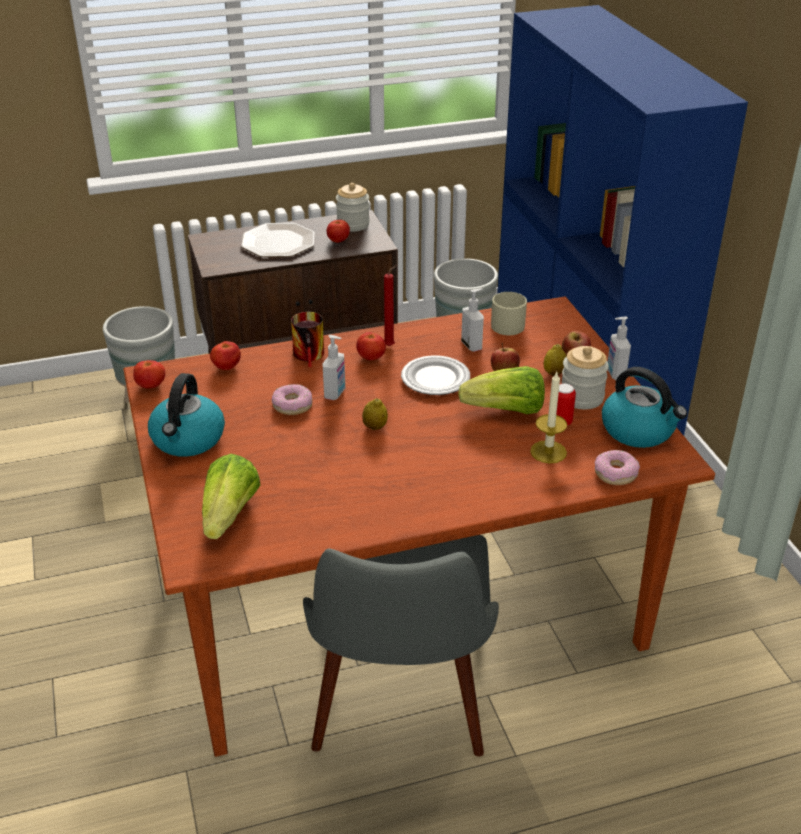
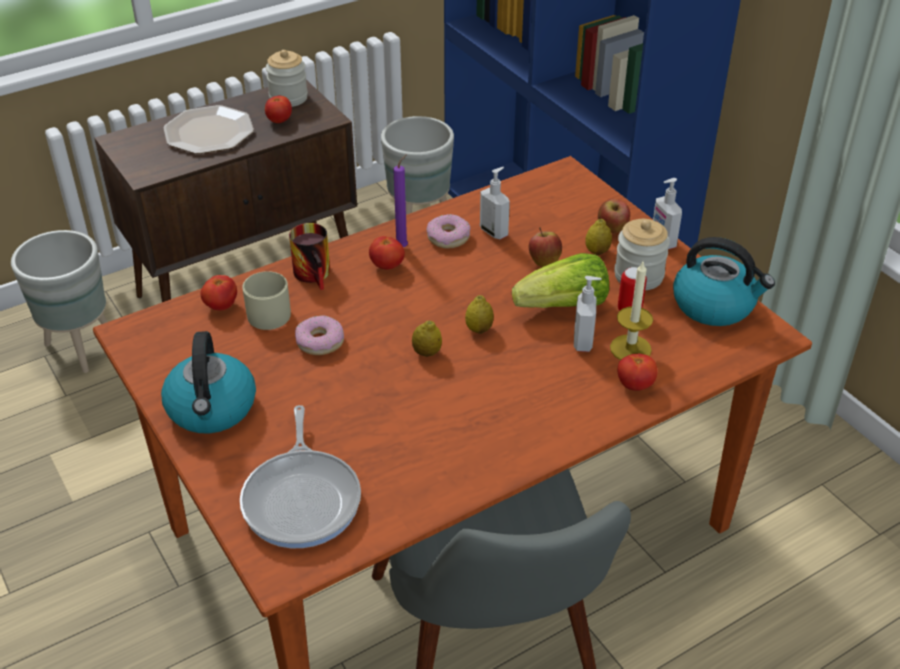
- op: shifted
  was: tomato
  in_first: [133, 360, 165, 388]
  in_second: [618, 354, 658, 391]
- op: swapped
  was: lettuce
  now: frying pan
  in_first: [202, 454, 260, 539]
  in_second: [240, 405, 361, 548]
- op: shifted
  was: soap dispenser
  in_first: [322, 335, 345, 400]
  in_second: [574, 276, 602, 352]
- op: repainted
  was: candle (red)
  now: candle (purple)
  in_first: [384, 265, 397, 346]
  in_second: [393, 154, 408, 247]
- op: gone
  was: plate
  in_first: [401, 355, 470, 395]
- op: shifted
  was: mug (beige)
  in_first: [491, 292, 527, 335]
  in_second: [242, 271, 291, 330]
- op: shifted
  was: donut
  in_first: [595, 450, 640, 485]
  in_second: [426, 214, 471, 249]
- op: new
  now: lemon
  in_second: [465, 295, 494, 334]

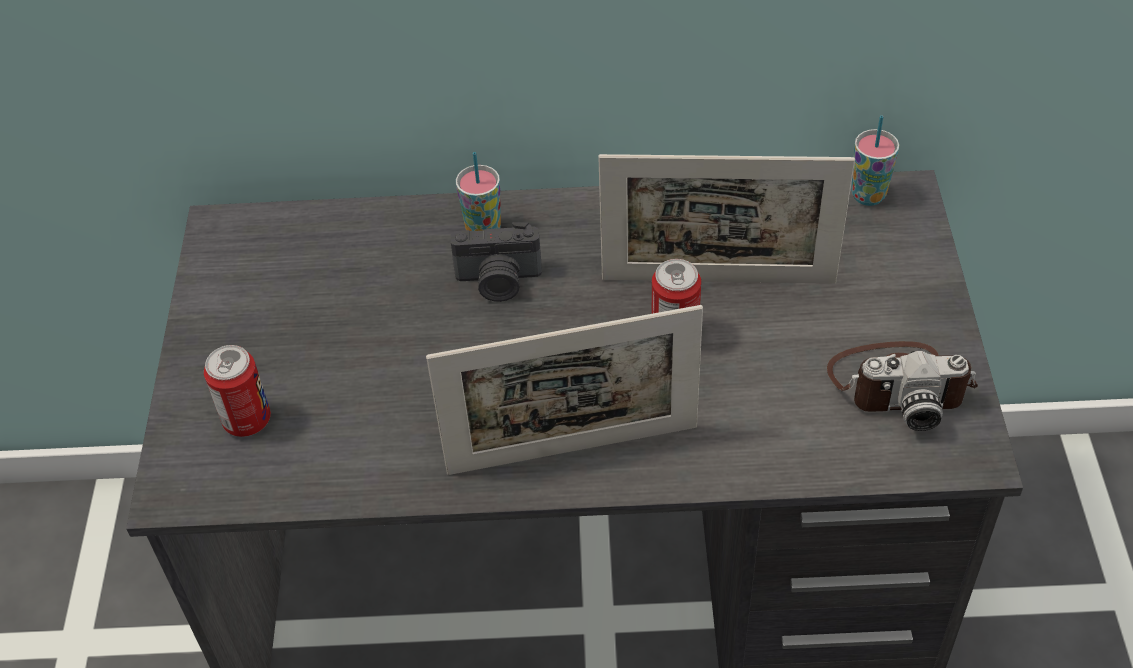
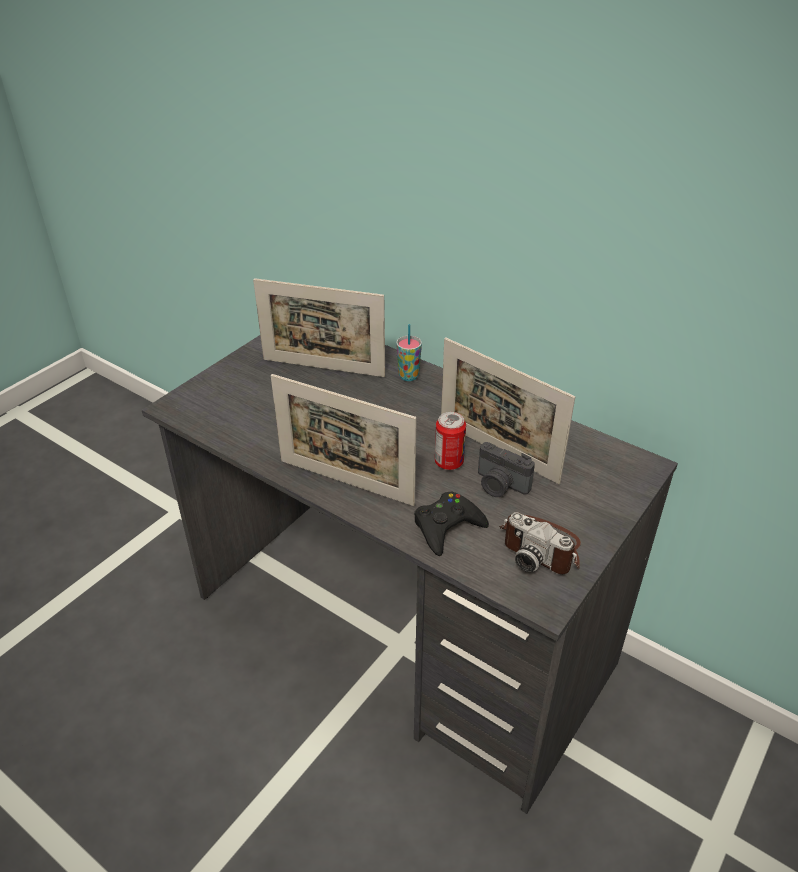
- op: gone
  was: can
  in_first: [204, 345, 271, 437]
- op: shifted
  was: photo camera
  in_first: [451, 222, 542, 302]
  in_second: [478, 442, 535, 497]
- op: gone
  was: cup
  in_first: [851, 116, 899, 206]
- op: new
  now: picture frame
  in_second: [253, 278, 385, 377]
- op: new
  now: game controller (black)
  in_second: [414, 492, 489, 556]

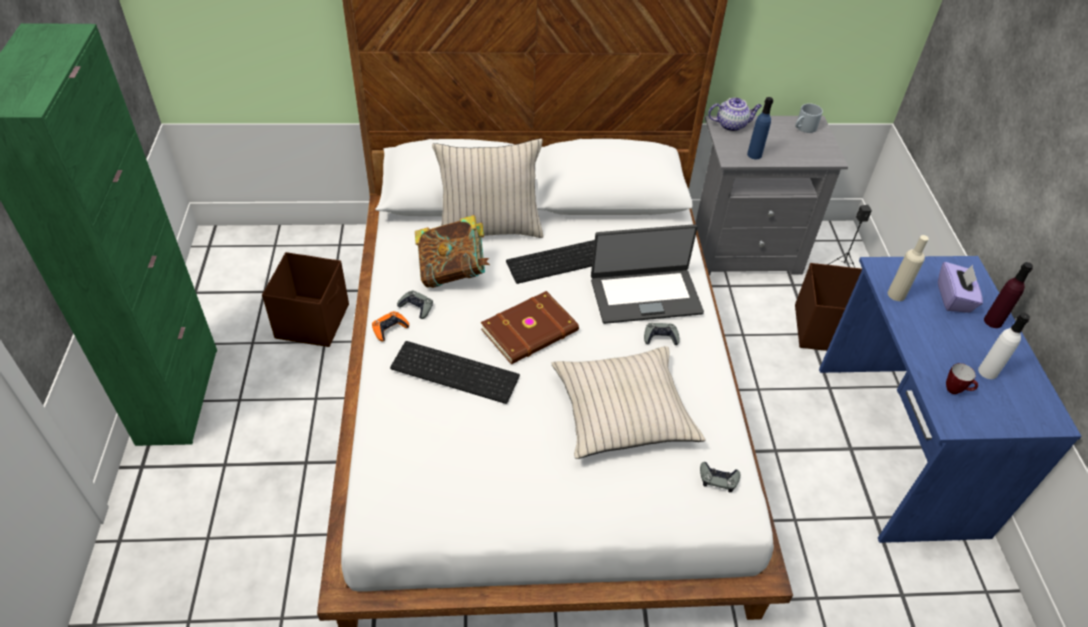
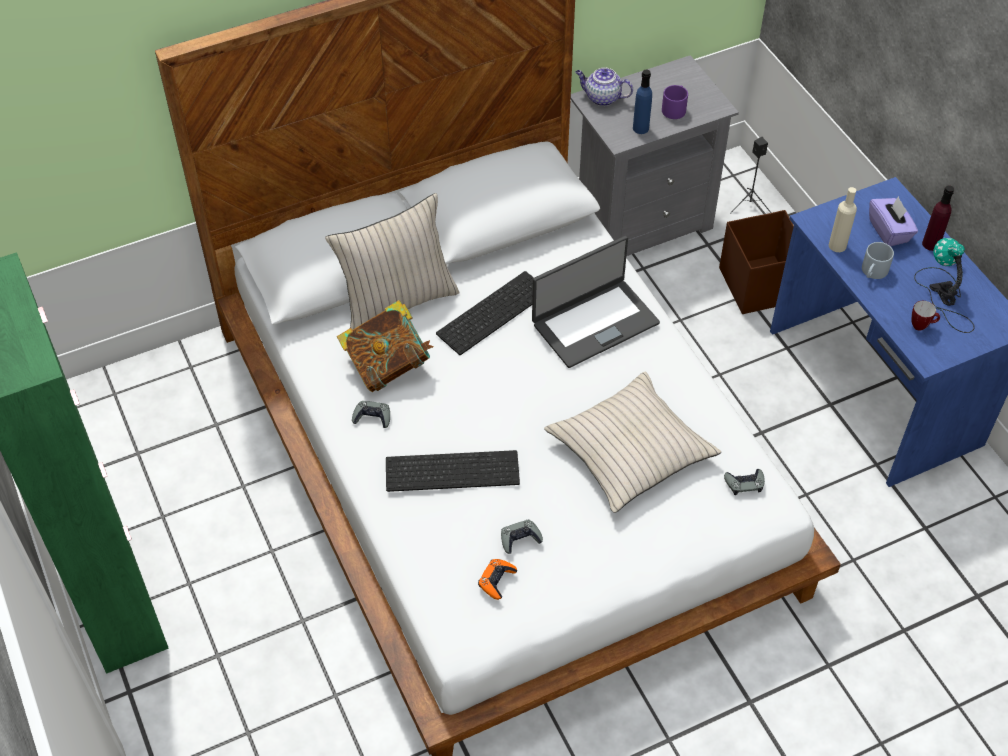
- op: gone
  was: storage box (brown)
  in_first: [262, 252, 349, 347]
- op: shifted
  was: game controller (orange)
  in_first: [372, 311, 409, 342]
  in_second: [478, 559, 517, 600]
- op: gone
  was: book (brown)
  in_first: [481, 291, 579, 365]
- op: shifted
  was: game controller (grey)
  in_first: [644, 323, 680, 345]
  in_second: [501, 520, 543, 554]
- op: rotated
  was: teapot
  in_first: [708, 98, 762, 131]
  in_second: [576, 67, 633, 106]
  clockwise: -135
- op: shifted
  was: mug (grey)
  in_first: [795, 103, 823, 133]
  in_second: [862, 242, 894, 279]
- op: swapped
  was: bottle (white)
  now: table lamp
  in_first: [978, 313, 1030, 379]
  in_second: [914, 238, 975, 333]
- op: new
  now: mug (purple)
  in_second: [662, 85, 688, 119]

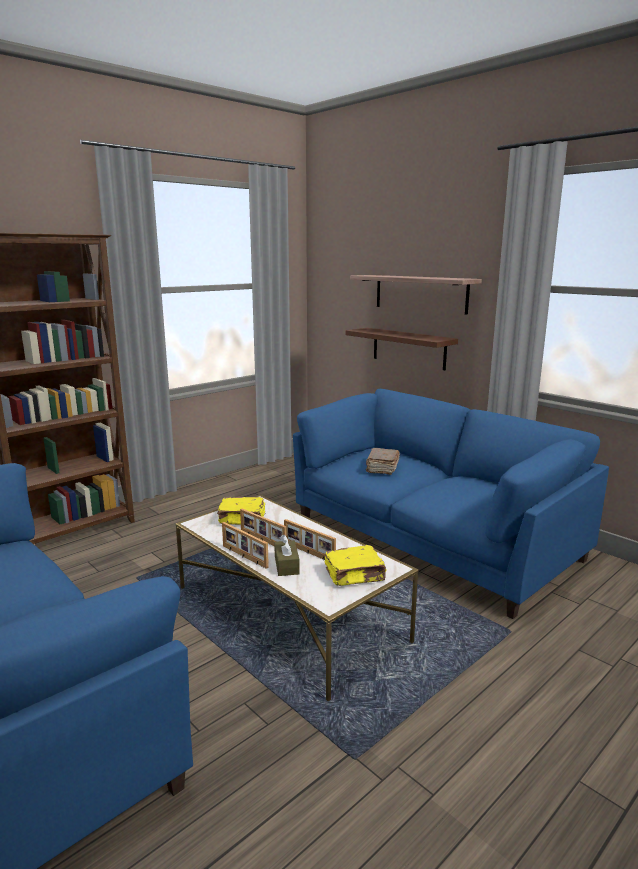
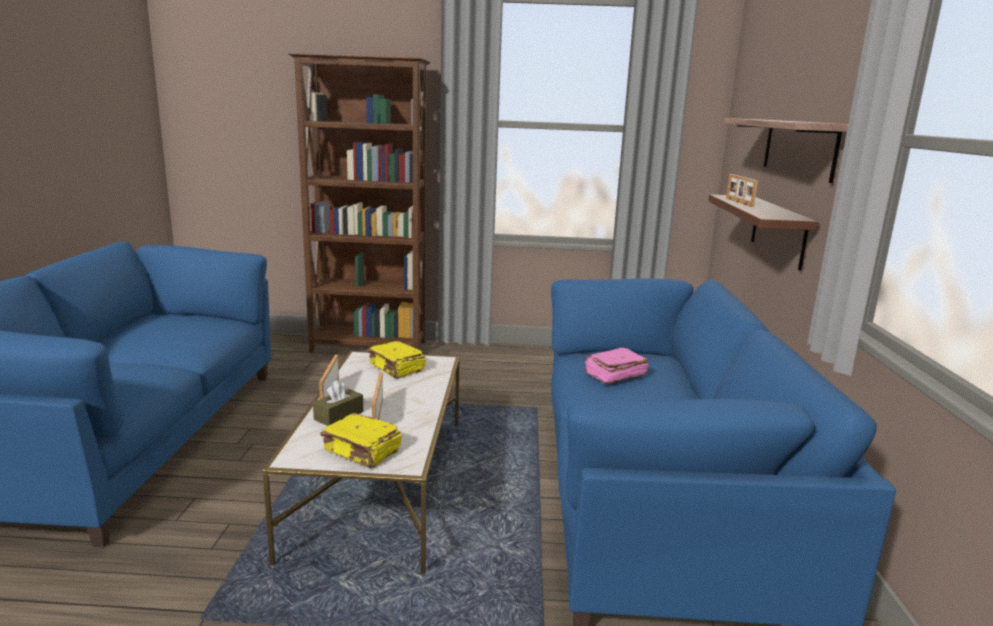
- op: shifted
  was: picture frame
  in_first: [240, 509, 287, 547]
  in_second: [726, 174, 758, 207]
- op: repainted
  was: book (brown)
  now: book (pink)
  in_first: [366, 448, 400, 475]
  in_second: [585, 348, 649, 385]

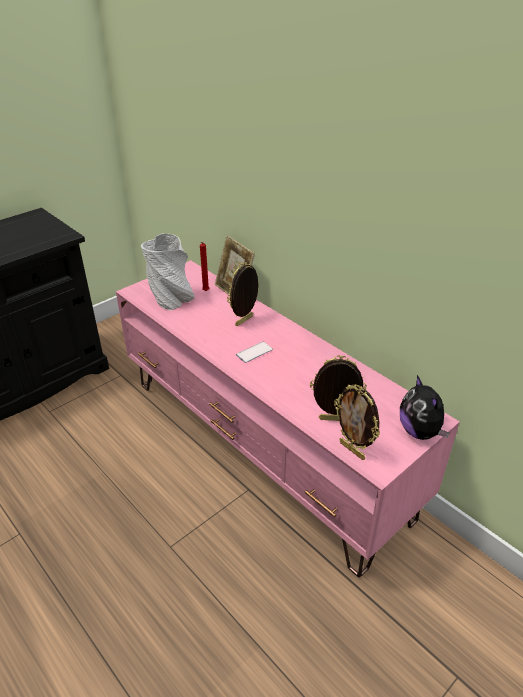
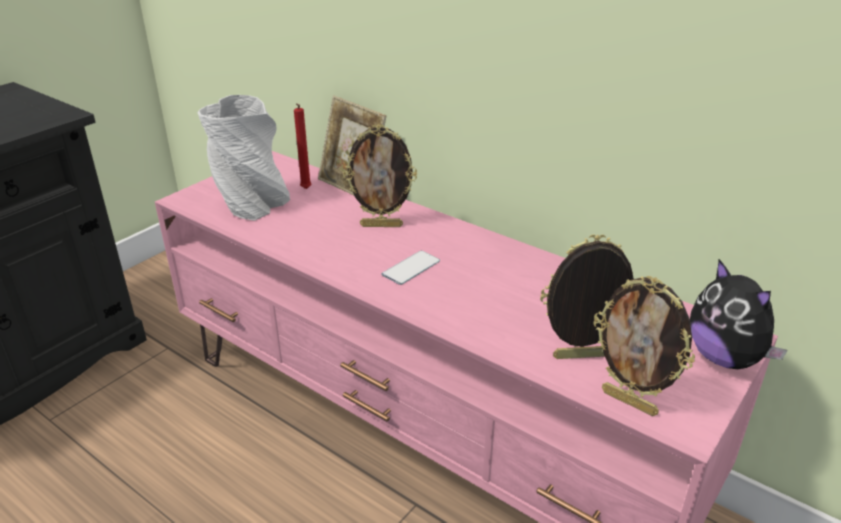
- op: rotated
  was: picture frame
  in_first: [227, 262, 258, 326]
  in_second: [343, 124, 417, 227]
  clockwise: -120

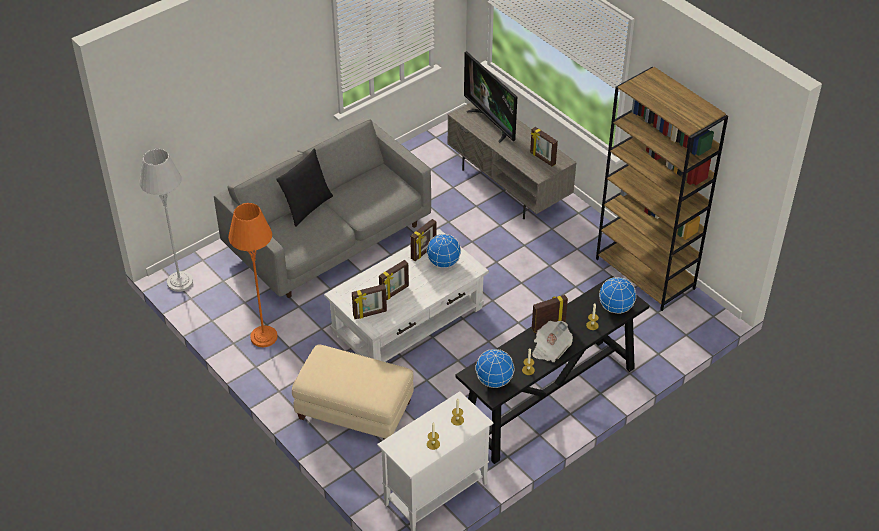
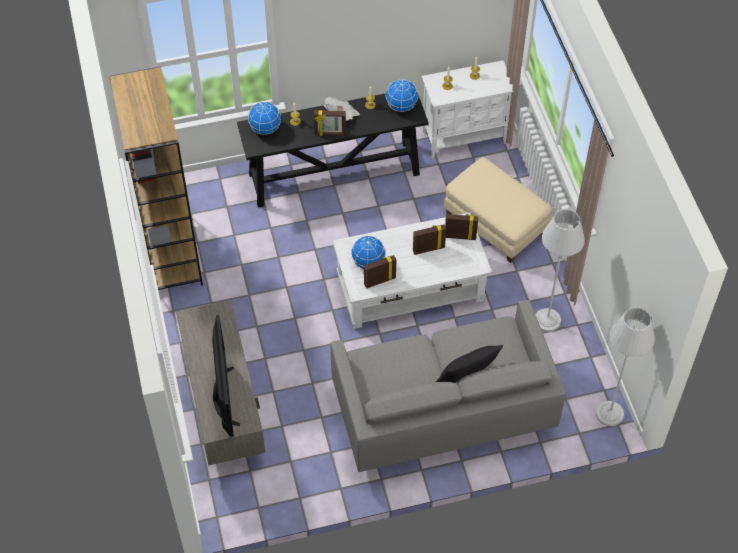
- op: repainted
  was: floor lamp (orange)
  now: floor lamp (grey)
  in_first: [228, 203, 278, 347]
  in_second: [536, 209, 585, 332]
- op: gone
  was: picture frame
  in_first: [530, 127, 558, 167]

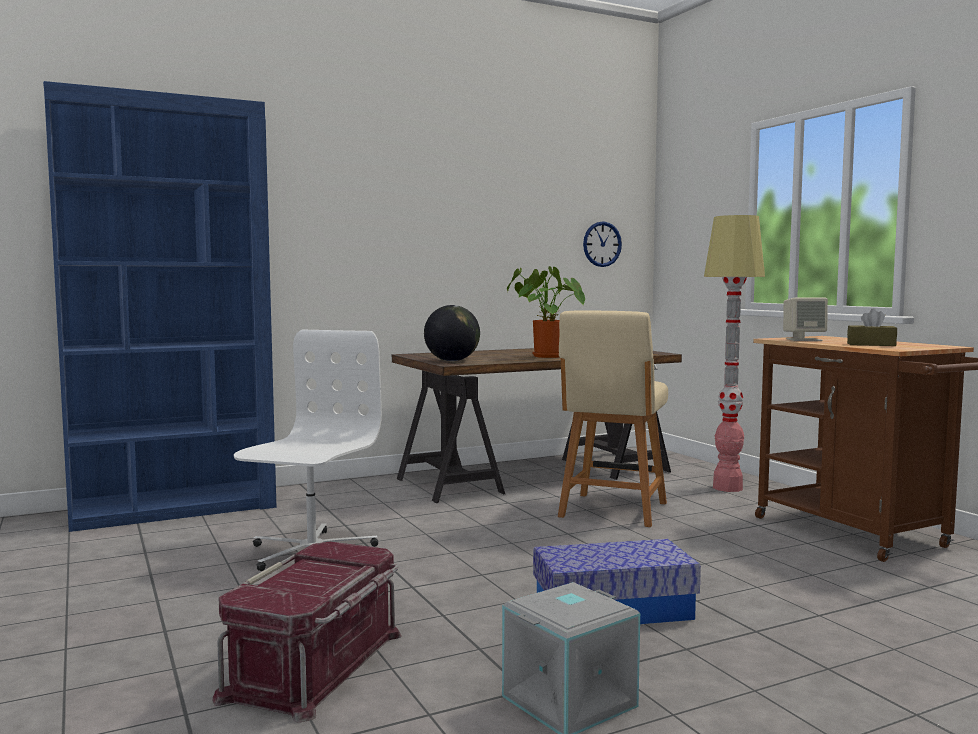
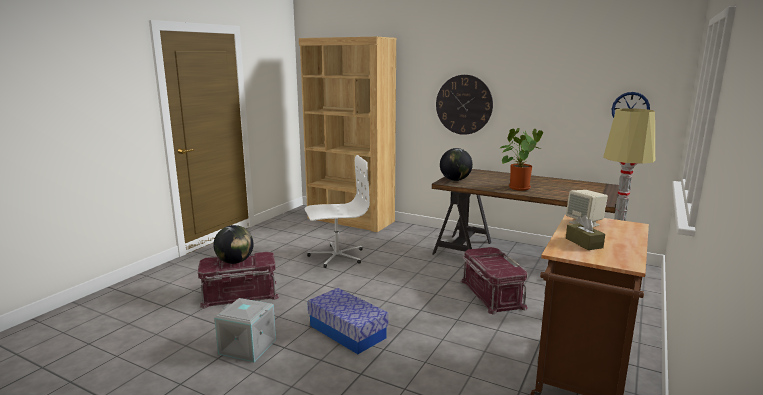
- op: repainted
  was: bookcase (blue)
  now: bookcase (brown)
  in_first: [43, 81, 276, 532]
  in_second: [299, 37, 396, 232]
- op: swapped
  was: chair (beige)
  now: storage box (red)
  in_first: [558, 311, 668, 527]
  in_second: [461, 247, 528, 314]
- op: new
  now: globe
  in_second: [213, 225, 254, 264]
- op: new
  now: wall clock
  in_second: [436, 75, 493, 135]

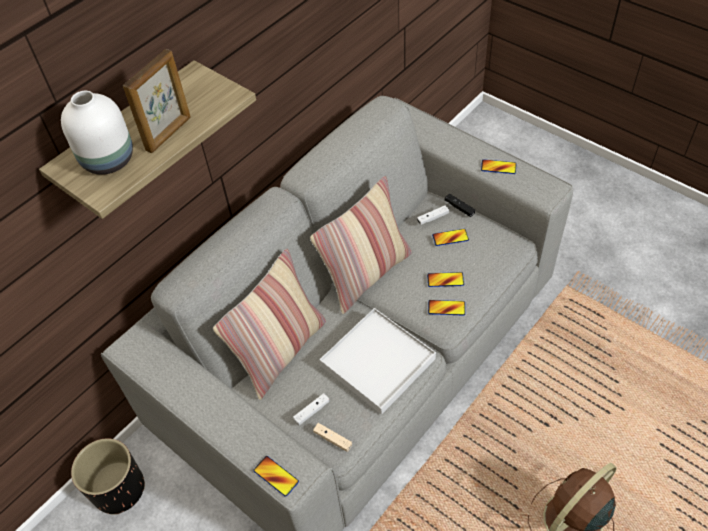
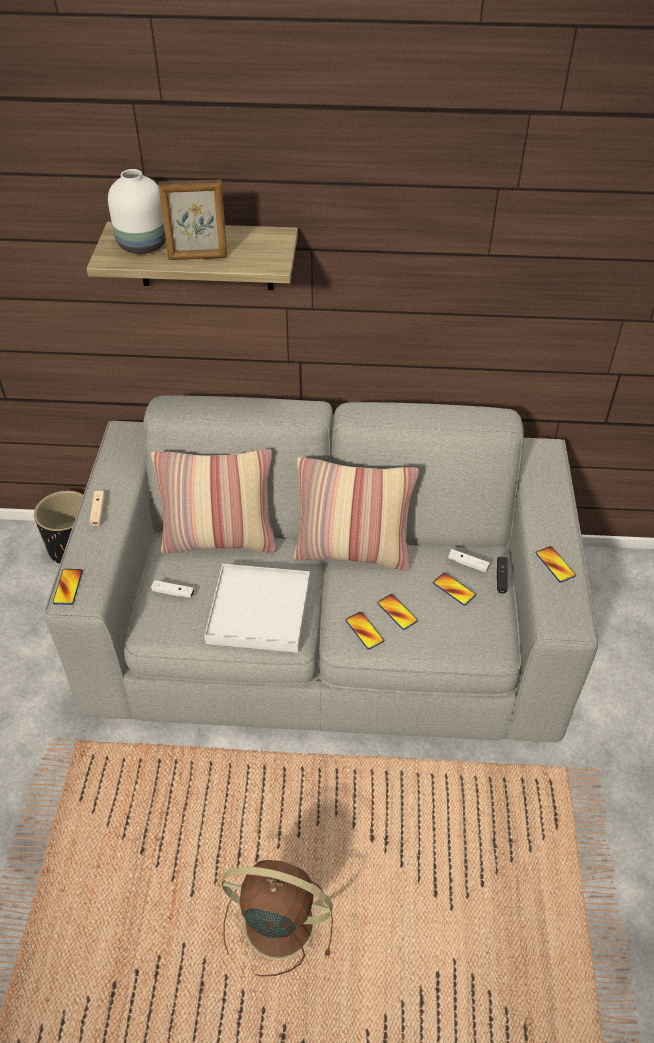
- op: shifted
  was: game controller (beige)
  in_first: [313, 423, 352, 452]
  in_second: [90, 491, 105, 526]

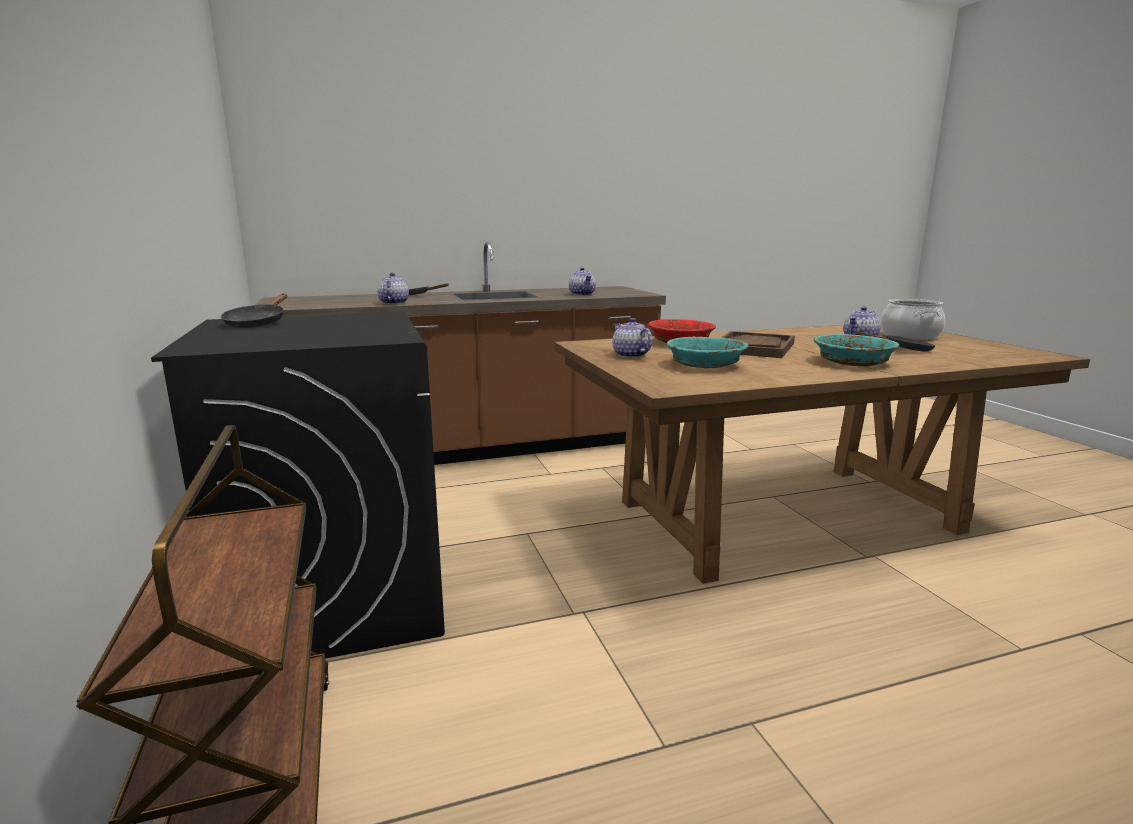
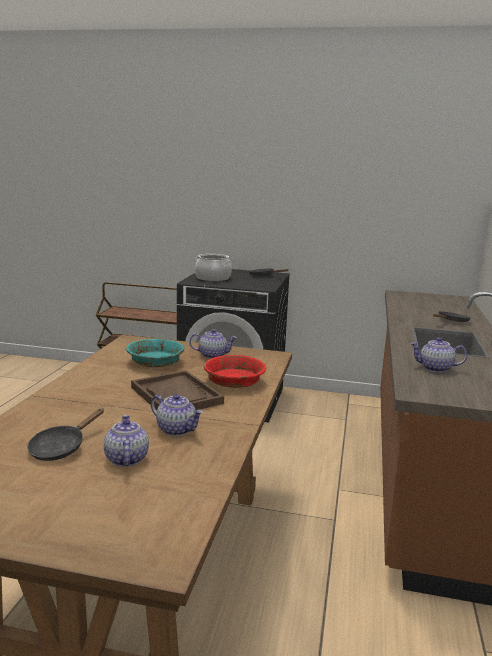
- op: shifted
  was: teapot
  in_first: [377, 273, 409, 304]
  in_second: [151, 394, 203, 436]
- op: gone
  was: bowl (turquoise)
  in_first: [814, 334, 899, 366]
- op: shifted
  was: cooking pot
  in_first: [881, 299, 945, 340]
  in_second: [195, 254, 232, 281]

